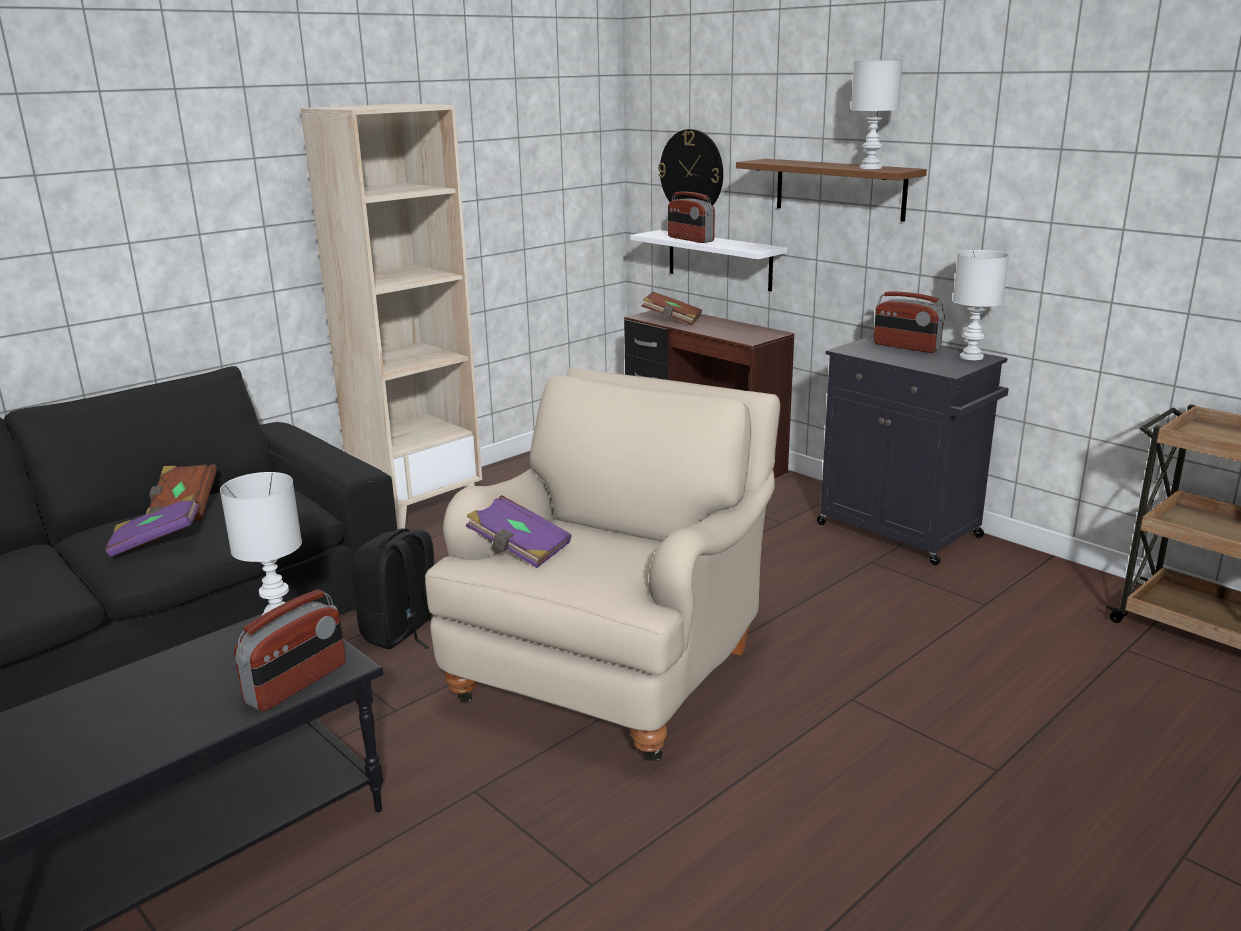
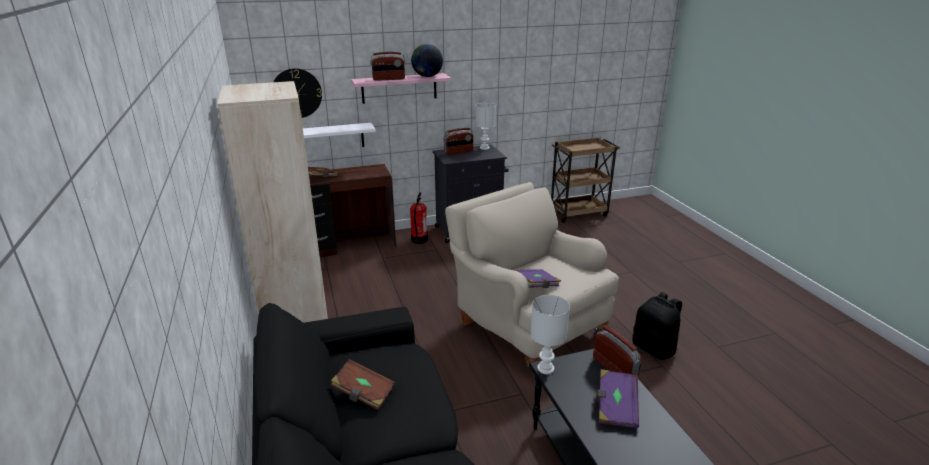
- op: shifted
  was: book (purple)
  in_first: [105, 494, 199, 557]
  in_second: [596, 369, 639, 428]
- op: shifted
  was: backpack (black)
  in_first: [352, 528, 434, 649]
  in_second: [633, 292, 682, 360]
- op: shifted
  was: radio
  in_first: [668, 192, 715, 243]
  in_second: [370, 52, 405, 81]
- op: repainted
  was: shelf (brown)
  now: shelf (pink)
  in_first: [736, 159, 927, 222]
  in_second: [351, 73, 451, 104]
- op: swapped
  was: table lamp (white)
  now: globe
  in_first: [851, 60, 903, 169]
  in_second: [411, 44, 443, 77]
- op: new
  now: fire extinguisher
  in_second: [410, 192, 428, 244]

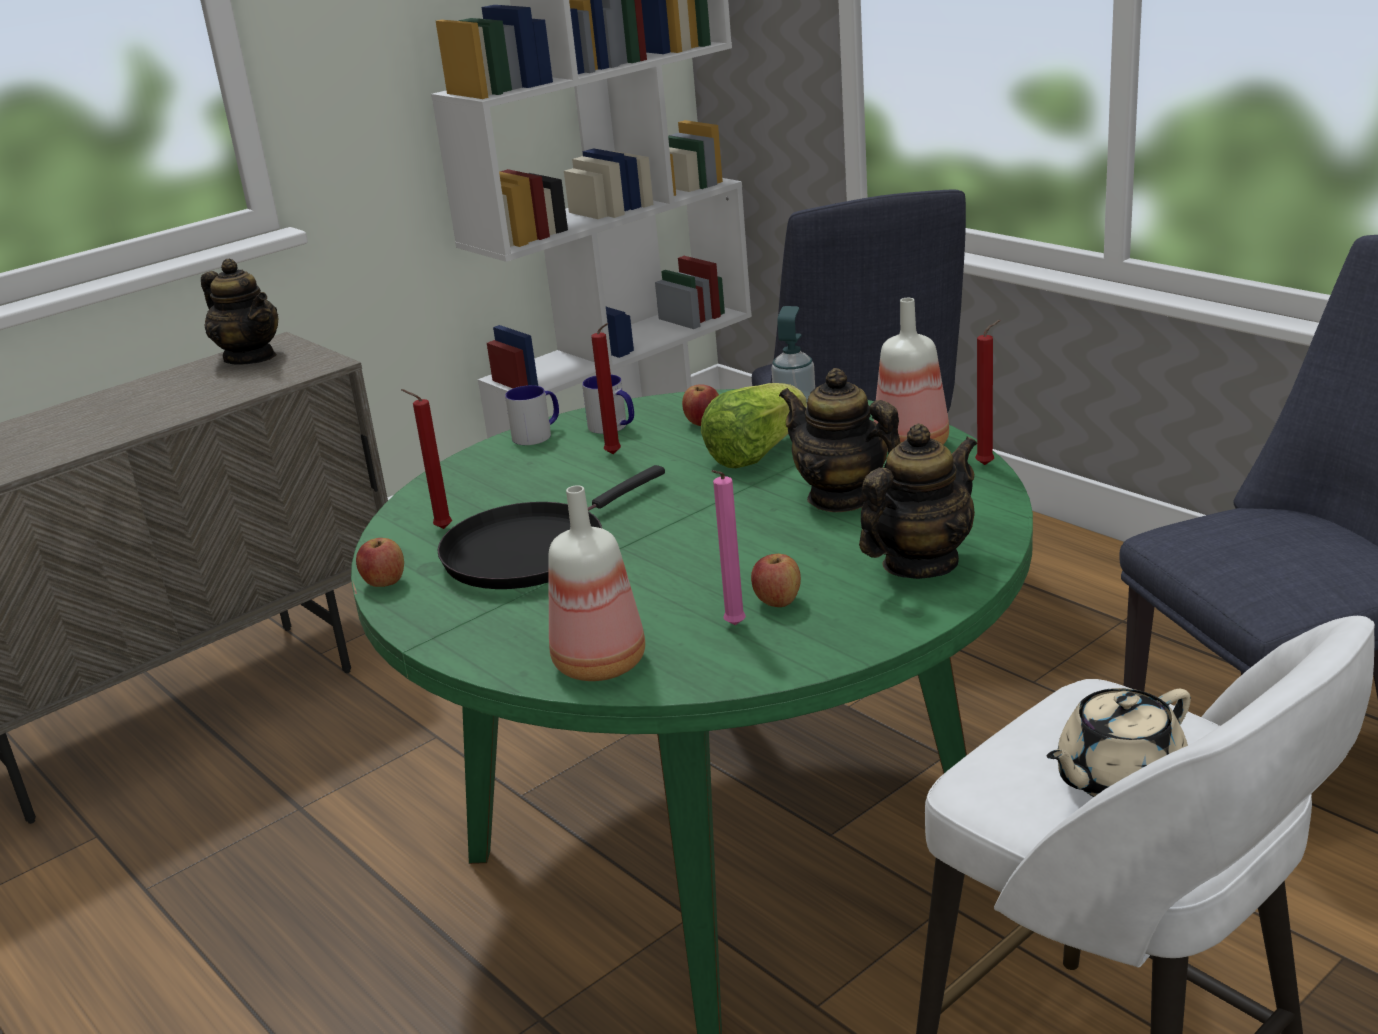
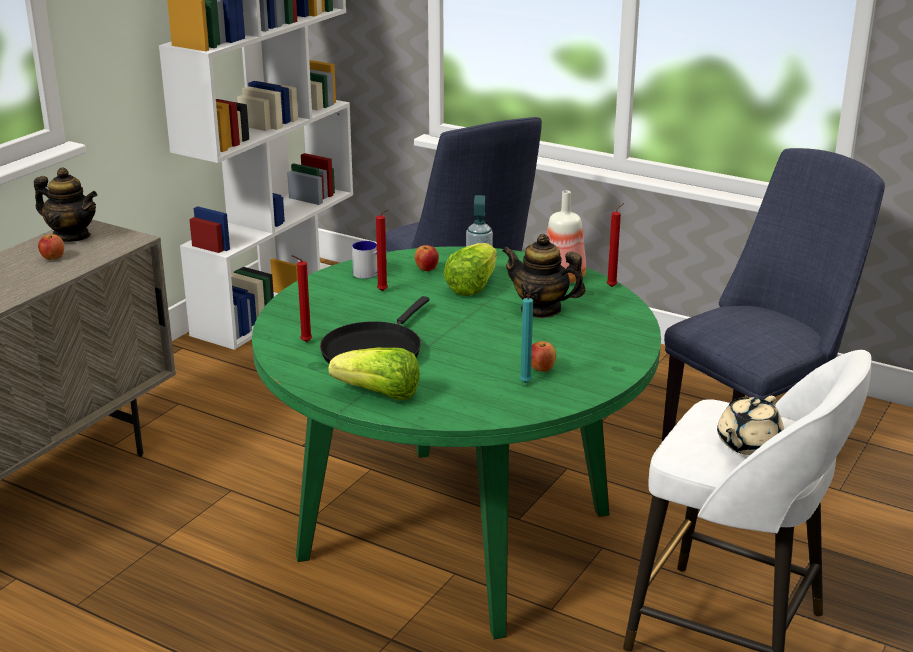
- op: shifted
  was: apple
  in_first: [356, 538, 404, 587]
  in_second: [38, 234, 64, 260]
- op: gone
  was: mug
  in_first: [505, 385, 559, 445]
- op: gone
  was: bottle
  in_first: [548, 485, 645, 681]
- op: repainted
  was: candle (pink)
  now: candle (turquoise)
  in_first: [711, 470, 746, 625]
  in_second: [520, 294, 533, 383]
- op: gone
  was: teapot
  in_first: [859, 424, 977, 579]
- op: new
  now: lettuce
  in_second: [329, 348, 420, 400]

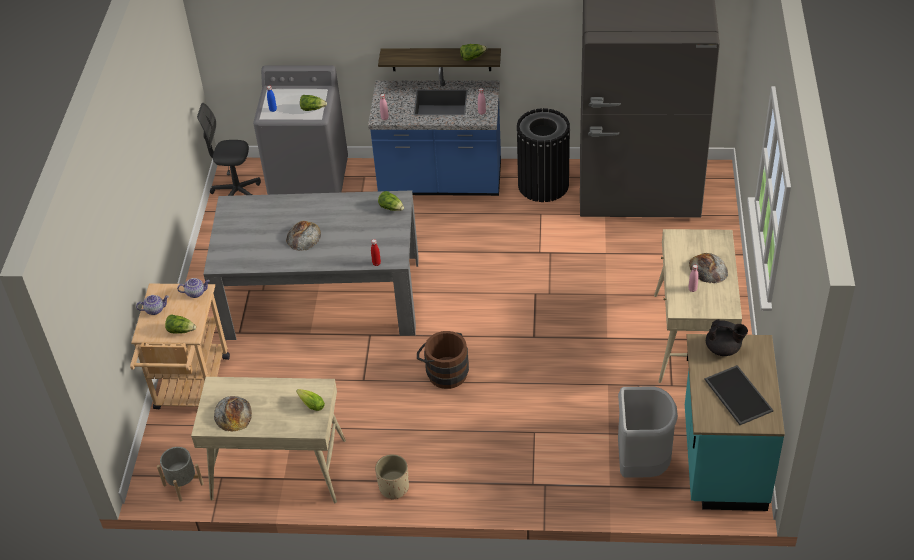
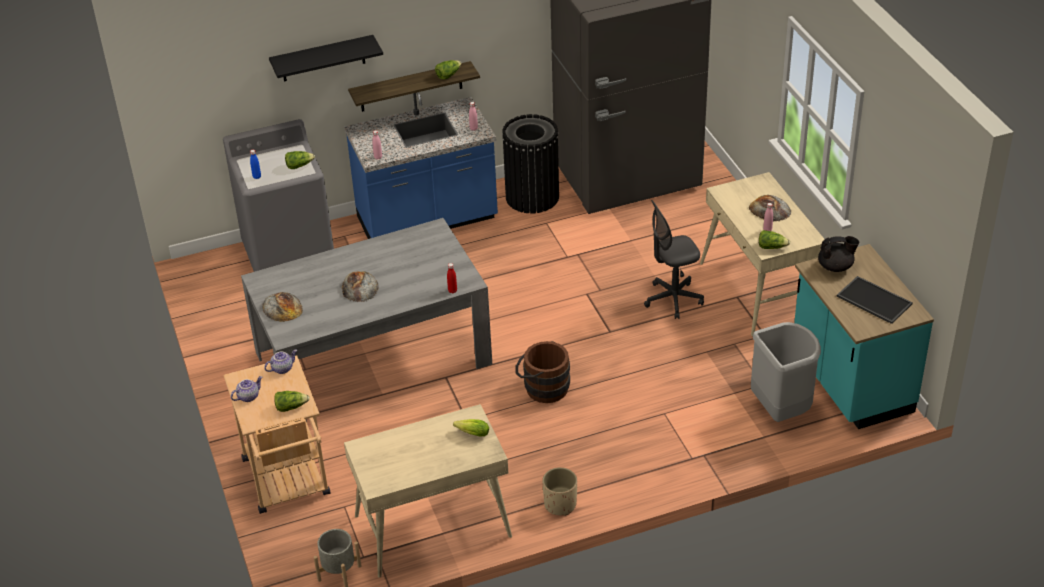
- op: shifted
  was: office chair (grey)
  in_first: [197, 103, 261, 196]
  in_second: [644, 200, 704, 319]
- op: shifted
  was: bread
  in_first: [214, 396, 252, 431]
  in_second: [262, 292, 303, 322]
- op: shifted
  was: lettuce
  in_first: [378, 191, 404, 211]
  in_second: [759, 230, 790, 249]
- op: new
  now: shelf (black)
  in_second: [269, 35, 383, 81]

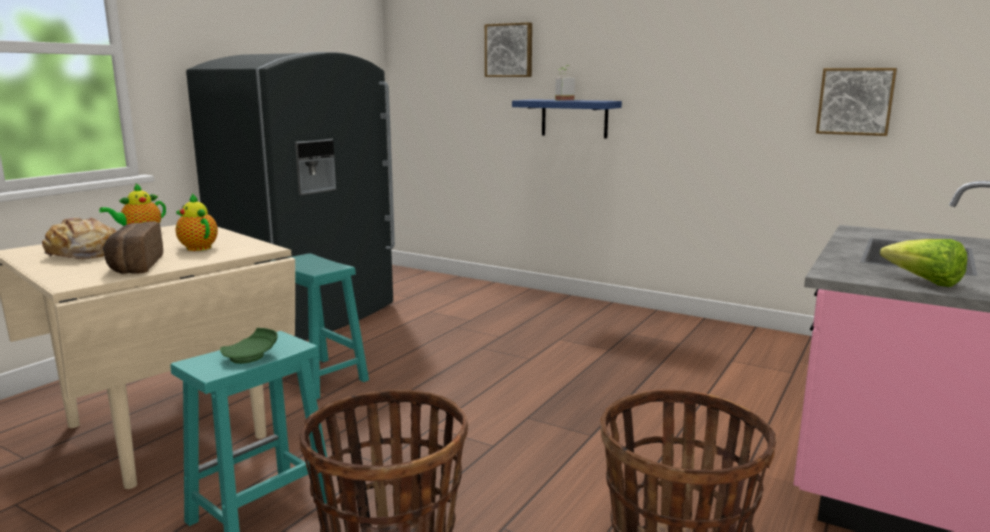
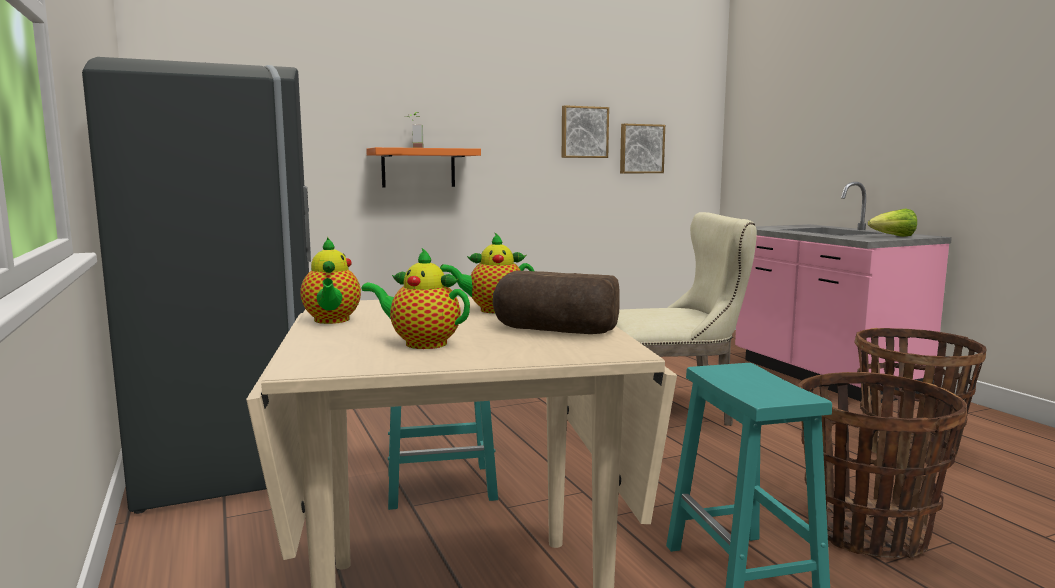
- op: swapped
  was: bread
  now: teapot
  in_first: [42, 218, 116, 259]
  in_second: [361, 248, 470, 349]
- op: gone
  was: plate (green)
  in_first: [220, 328, 278, 364]
- op: shifted
  was: picture
  in_first: [485, 22, 532, 77]
  in_second: [562, 105, 609, 158]
- op: repainted
  was: shelf (blue)
  now: shelf (orange)
  in_first: [512, 99, 622, 139]
  in_second: [366, 147, 481, 188]
- op: new
  now: chair (beige)
  in_second: [616, 212, 757, 426]

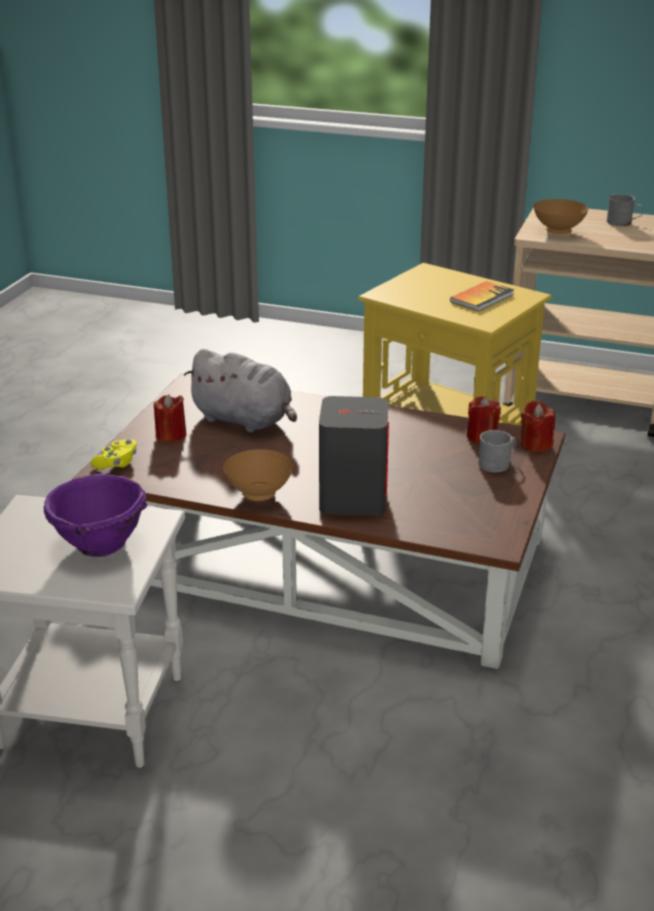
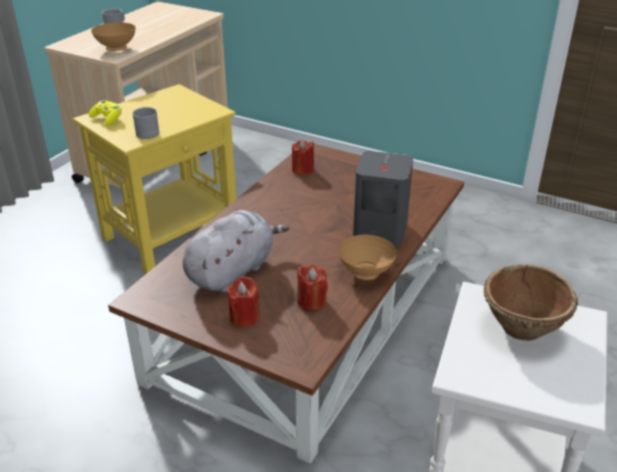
- op: repainted
  was: bowl (purple)
  now: bowl (brown)
  in_first: [44, 474, 147, 557]
  in_second: [483, 264, 578, 341]
- op: shifted
  was: game controller (yellow)
  in_first: [91, 439, 137, 469]
  in_second: [89, 100, 122, 126]
- op: gone
  was: book
  in_first: [450, 281, 514, 311]
- op: shifted
  was: mug (grey)
  in_first: [479, 430, 516, 473]
  in_second: [132, 107, 159, 139]
- op: shifted
  was: candle (red)
  in_first: [521, 401, 555, 452]
  in_second: [297, 264, 328, 311]

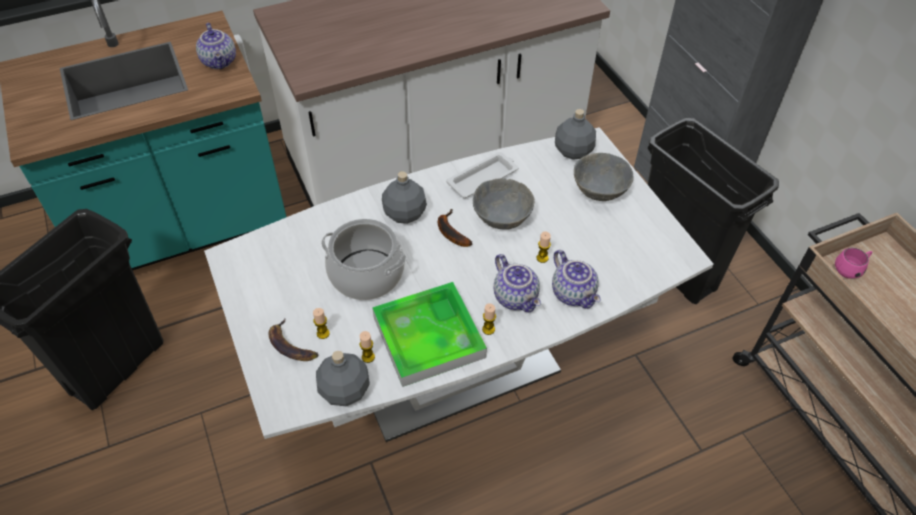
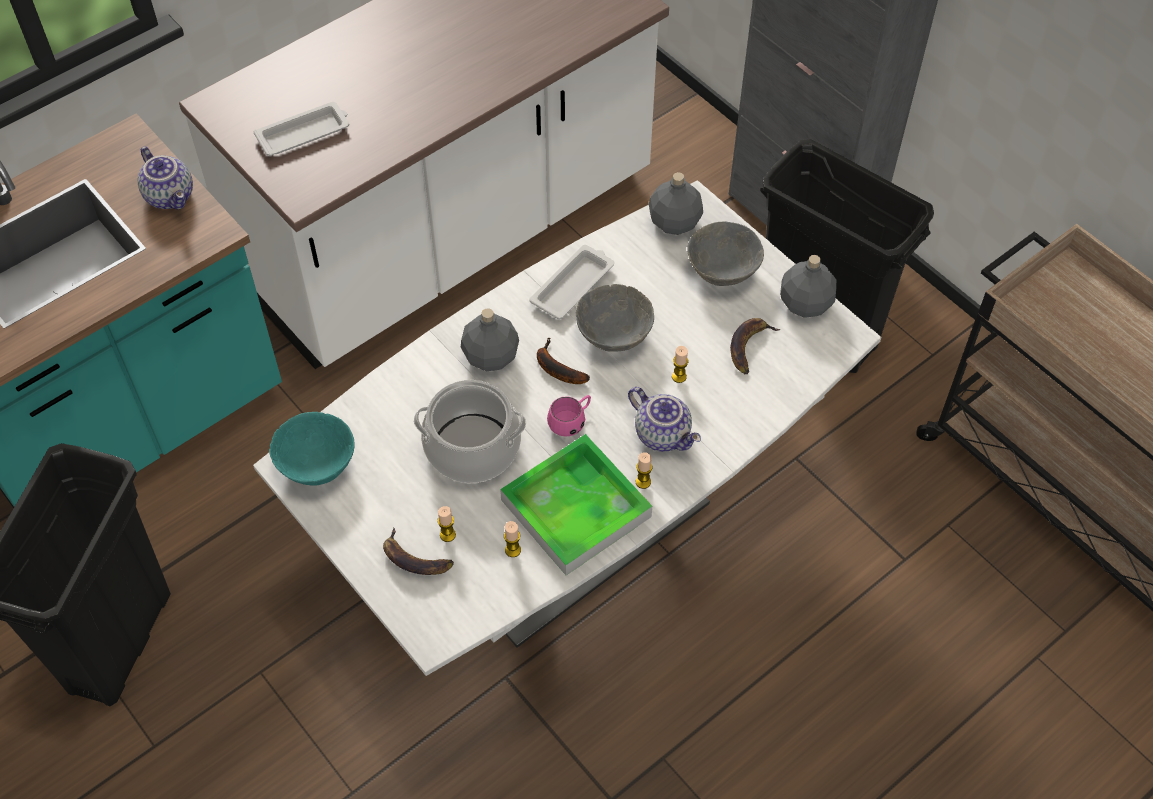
- op: shifted
  was: bottle (grey)
  in_first: [316, 351, 370, 406]
  in_second: [780, 255, 837, 318]
- op: gone
  was: teapot
  in_first: [552, 250, 601, 309]
- op: shifted
  was: mug (pink)
  in_first: [835, 247, 872, 279]
  in_second: [547, 395, 591, 437]
- op: new
  now: tray (white)
  in_second: [254, 102, 349, 156]
- op: new
  now: bowl (turquoise)
  in_second: [269, 412, 355, 486]
- op: new
  now: banana
  in_second: [730, 318, 780, 374]

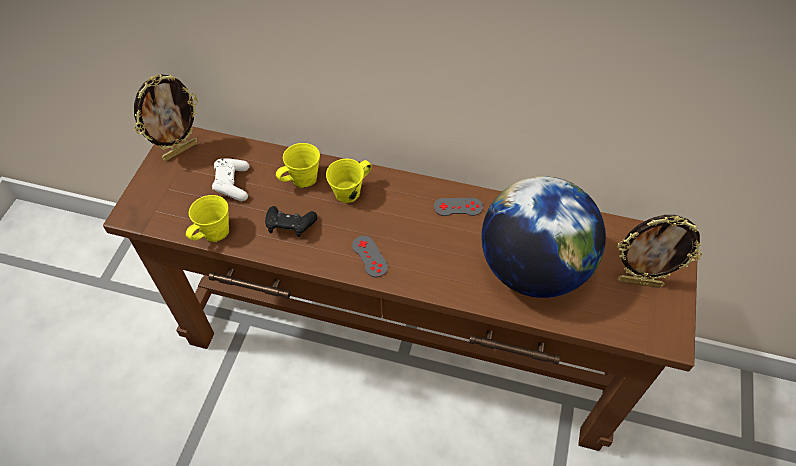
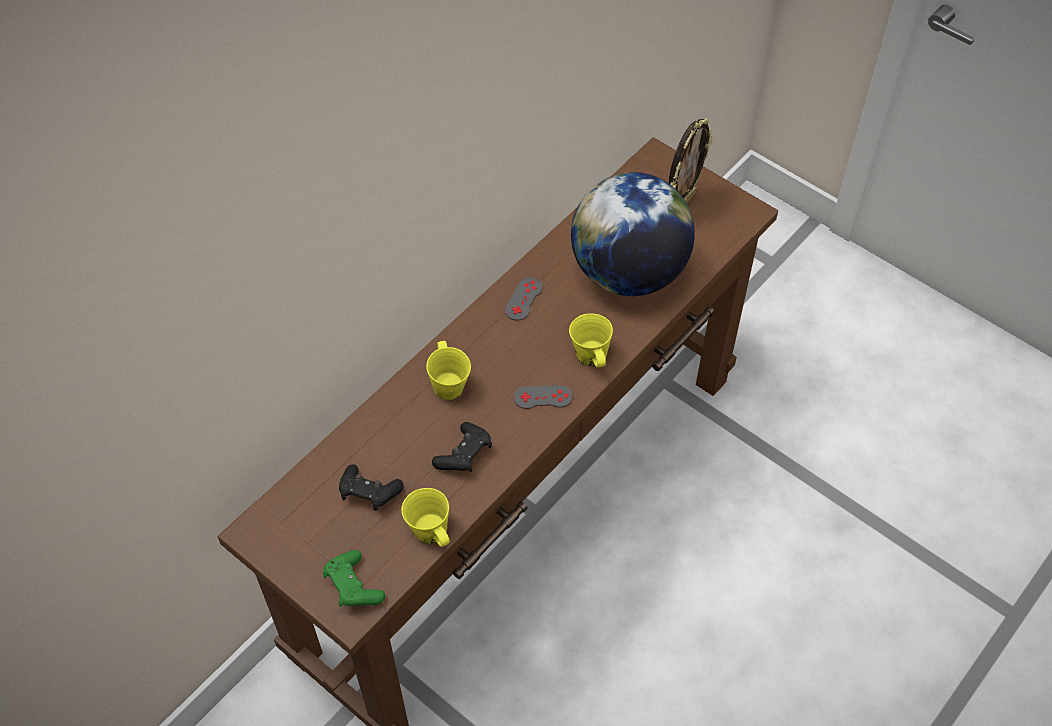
- op: gone
  was: picture frame
  in_first: [134, 74, 198, 161]
- op: repainted
  was: game controller (white)
  now: game controller (black)
  in_first: [212, 159, 249, 201]
  in_second: [339, 464, 404, 511]
- op: shifted
  was: mug (yellow)
  in_first: [276, 143, 320, 188]
  in_second: [569, 313, 613, 368]
- op: new
  now: game controller (green)
  in_second: [323, 550, 385, 607]

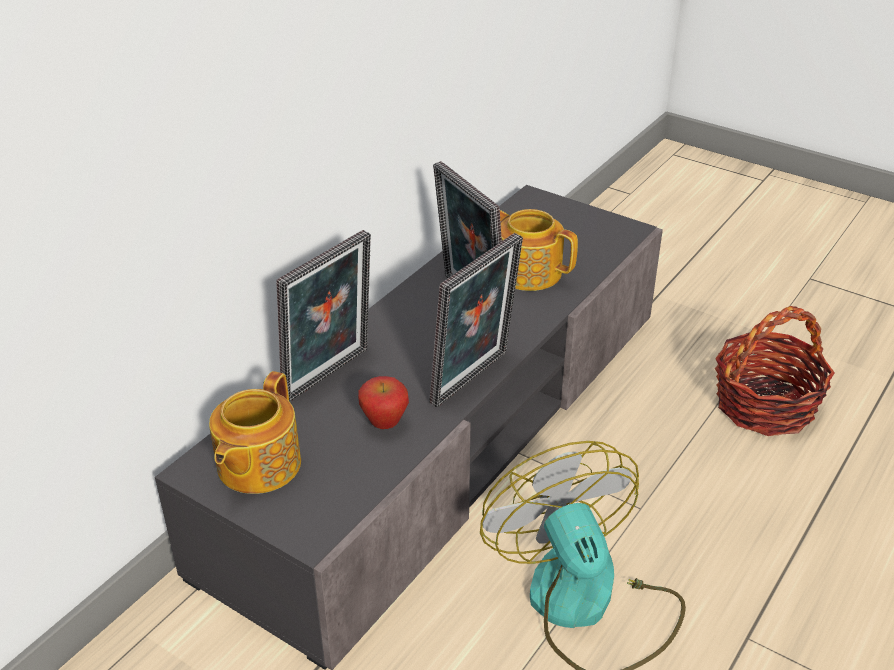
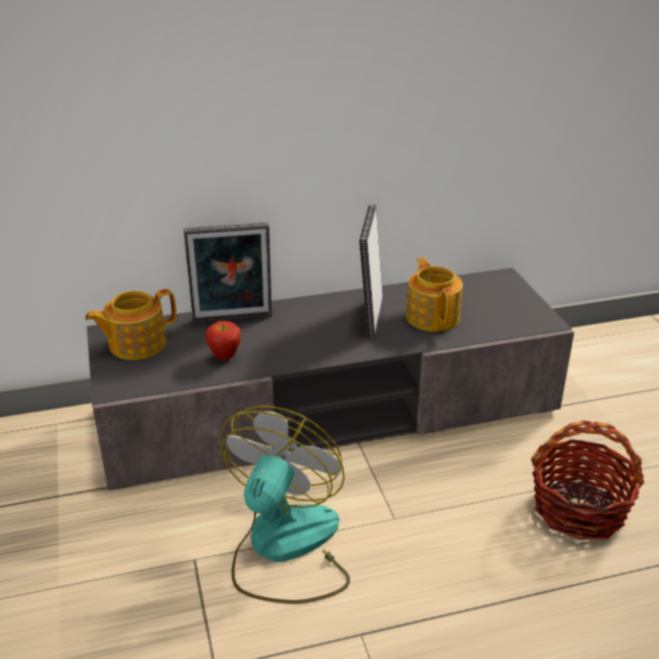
- op: gone
  was: picture frame
  in_first: [429, 233, 523, 407]

